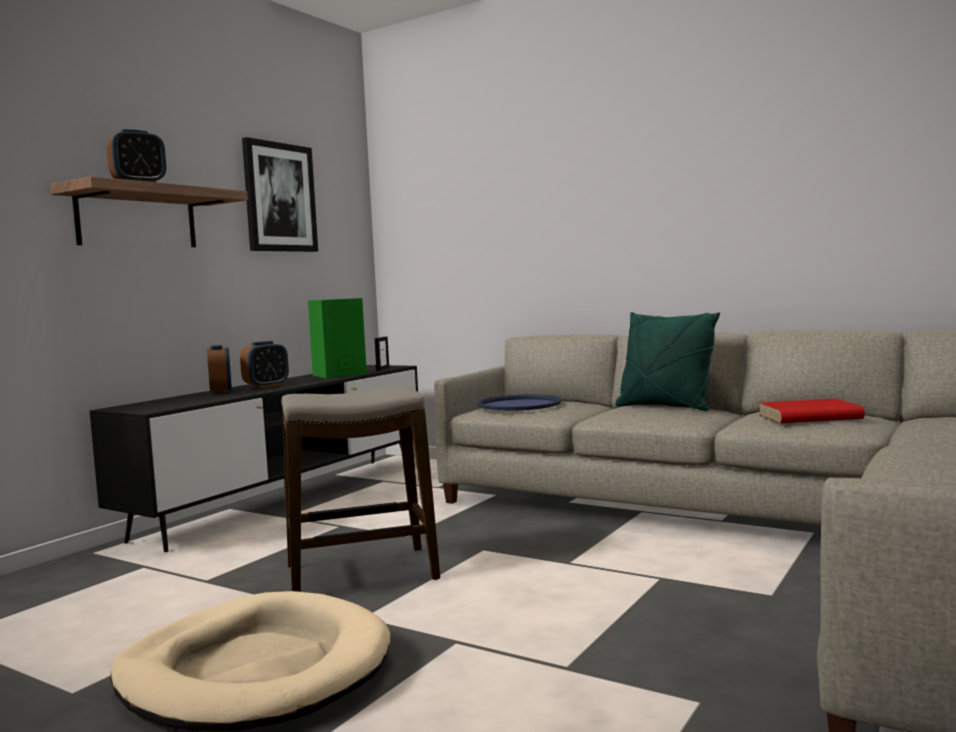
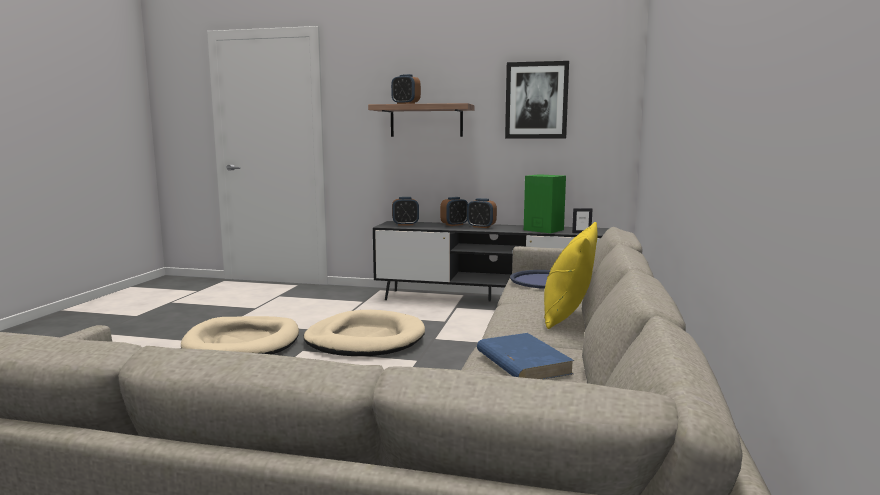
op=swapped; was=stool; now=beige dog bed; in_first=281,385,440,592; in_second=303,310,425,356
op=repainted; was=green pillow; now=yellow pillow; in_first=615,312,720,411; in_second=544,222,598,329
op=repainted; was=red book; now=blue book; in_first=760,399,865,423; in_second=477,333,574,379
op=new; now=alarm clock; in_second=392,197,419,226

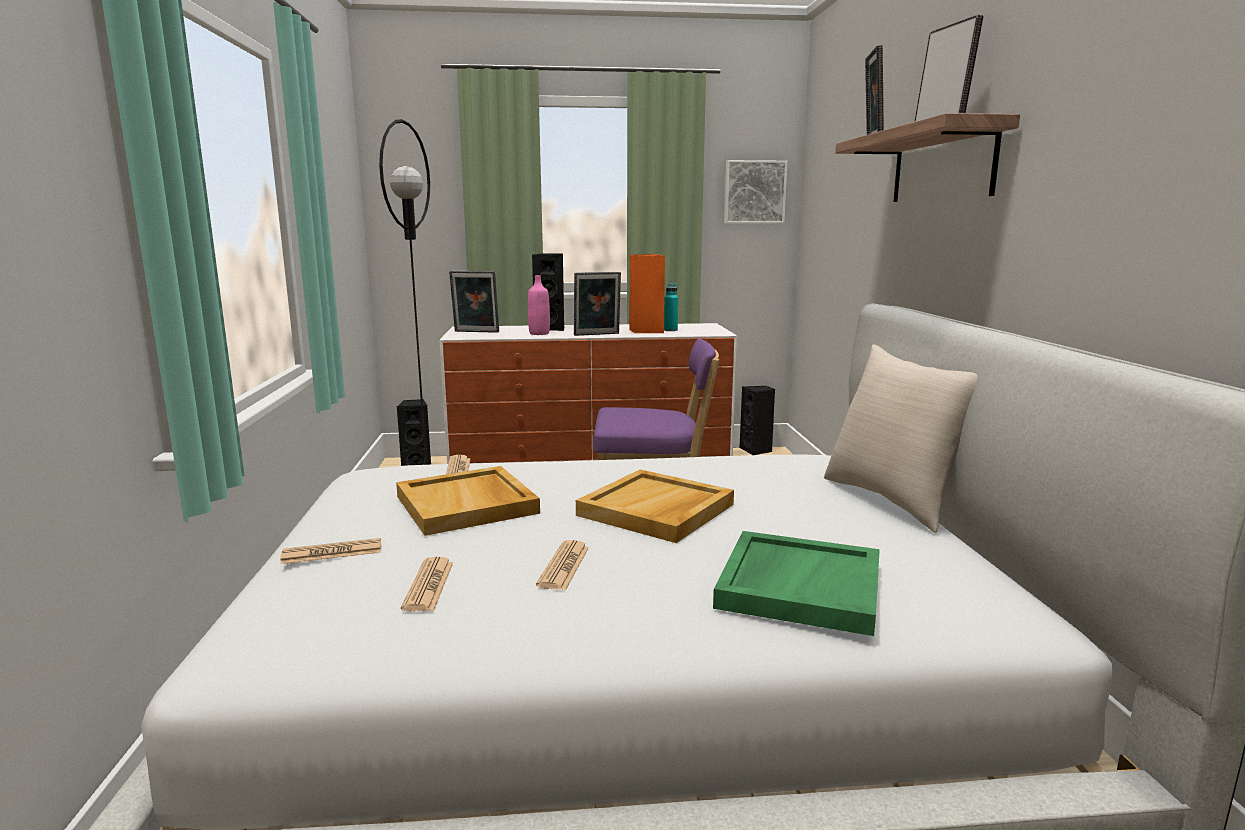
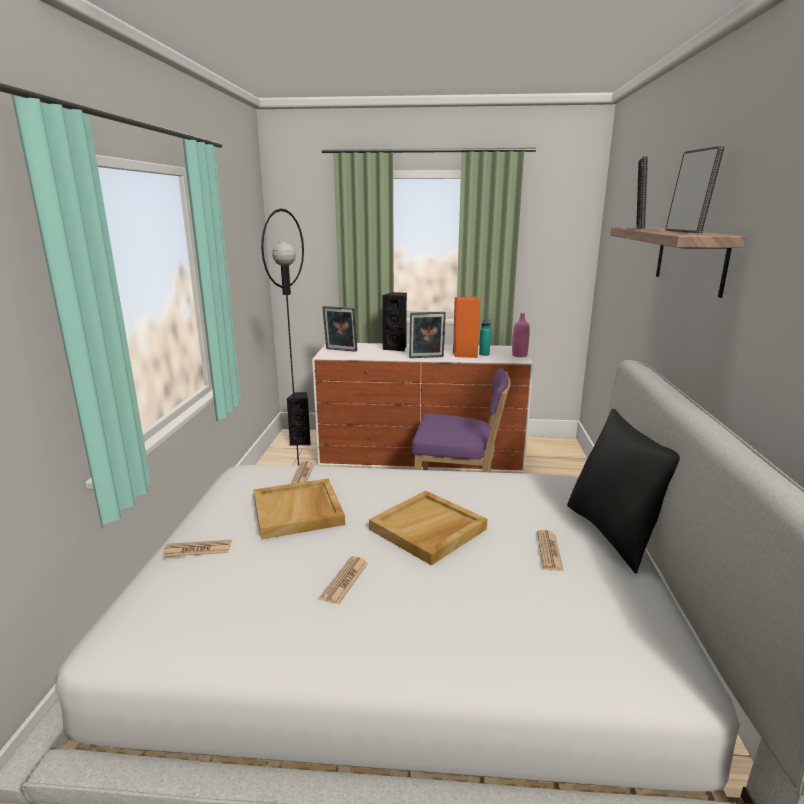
op=shifted; was=newspaper; in_first=401,557,453,612; in_second=537,530,564,571
op=shifted; was=pink bottle; in_first=528,275,550,335; in_second=512,313,530,357
op=gone; was=green tray; in_first=713,531,880,636
op=gone; was=picture; in_first=724,160,788,224
op=gone; was=black speaker; in_first=739,386,775,455
op=repainted; was=beige pillow; now=black pillow; in_first=824,344,977,533; in_second=567,409,680,574

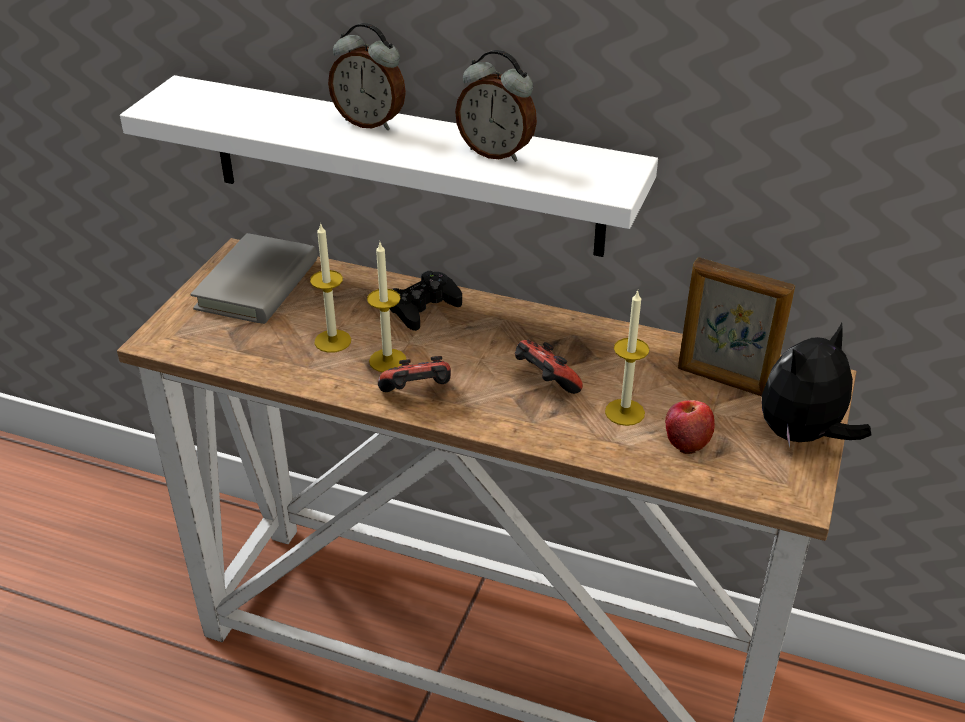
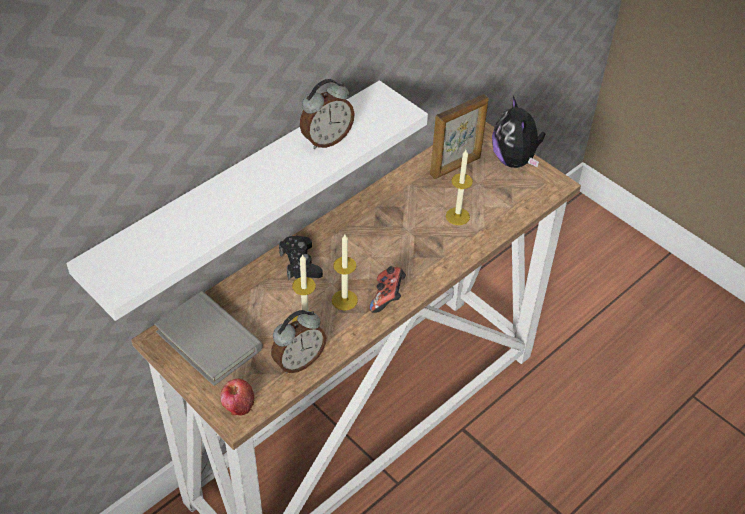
op=shifted; was=alarm clock; in_first=328,23,406,130; in_second=271,310,326,374
op=gone; was=game controller; in_first=515,340,583,394
op=shifted; was=apple; in_first=665,400,715,454; in_second=220,379,254,415

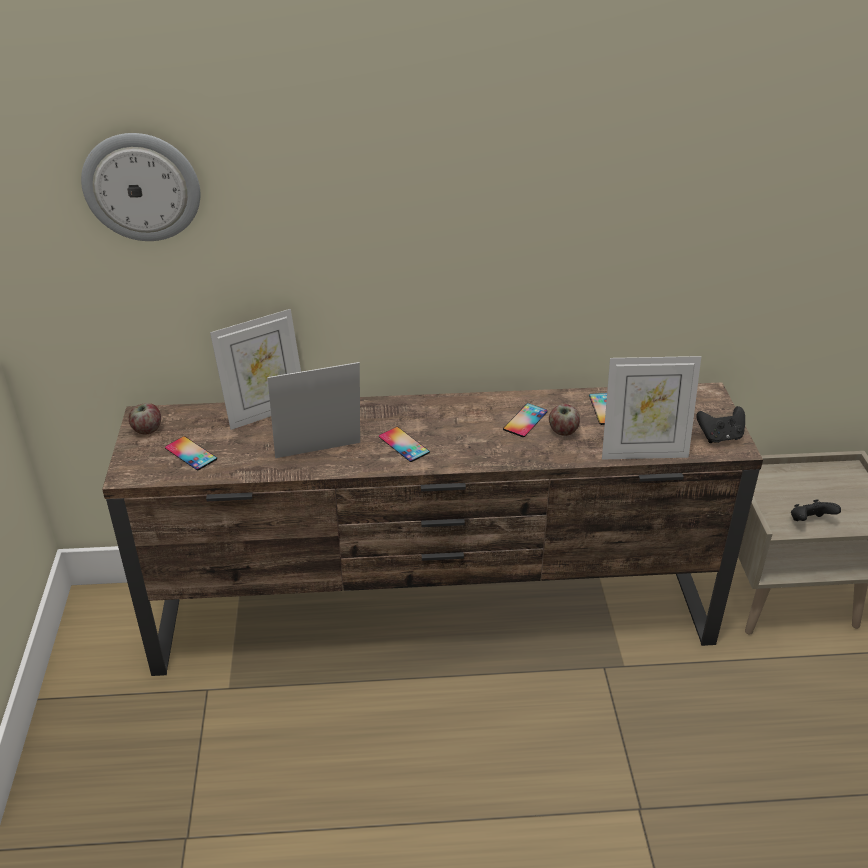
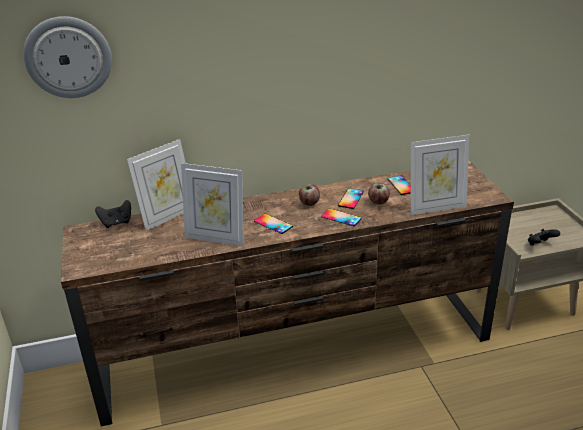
op=shifted; was=apple; in_first=129,403,161,434; in_second=299,184,320,206
op=shifted; was=phone; in_first=165,436,217,470; in_second=321,208,362,226
op=rotated; was=picture frame; in_first=268,362,360,458; in_second=181,163,243,246; clockwise=-135
op=shifted; was=black game controller; in_first=696,406,745,443; in_second=95,200,131,228

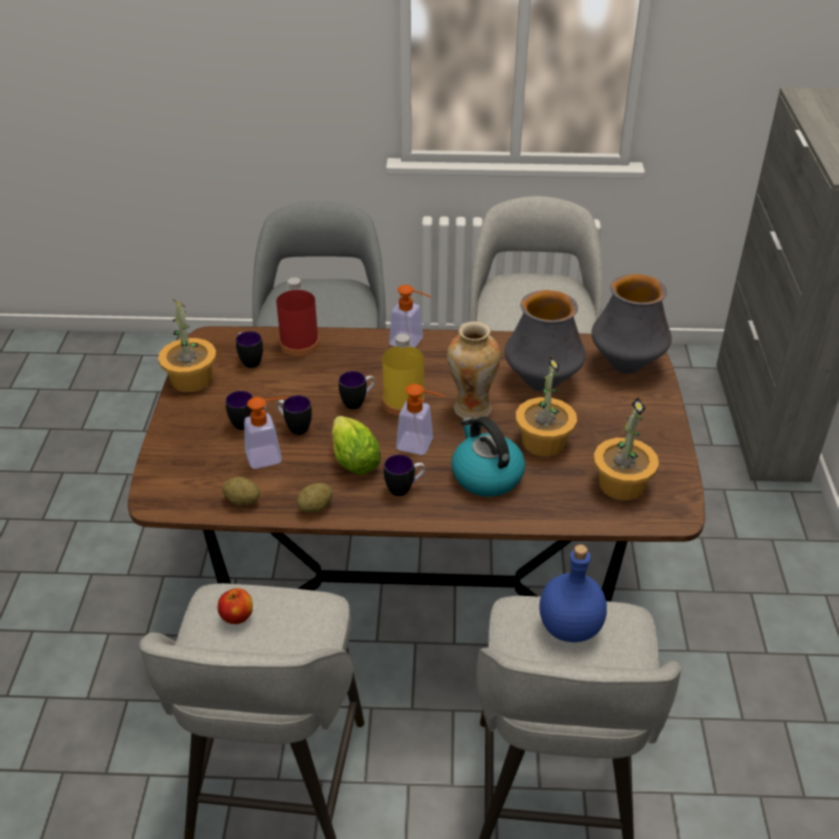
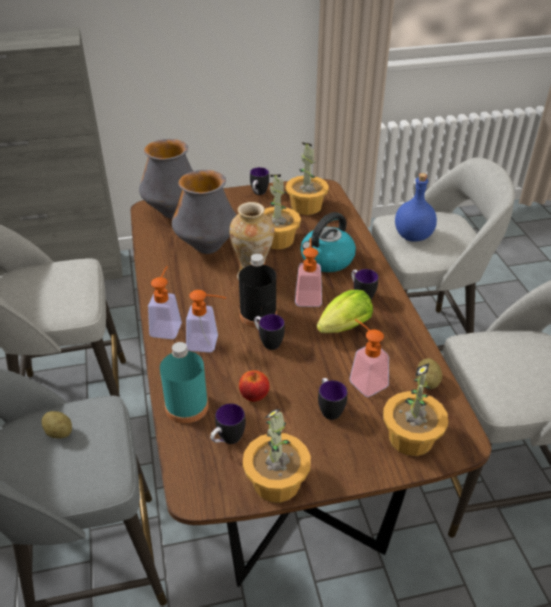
op=shifted; was=apple; in_first=218,588,253,624; in_second=239,370,269,402
op=repainted; was=red bottle; now=turquoise bottle; in_first=276,277,319,356; in_second=160,342,209,424
op=shifted; was=mug; in_first=277,395,312,435; in_second=250,167,269,195
op=shifted; was=potato; in_first=297,483,333,513; in_second=42,411,72,438
op=repainted; was=yellow bottle; now=black bottle; in_first=382,334,424,416; in_second=239,254,277,328
op=new; now=soap dispenser; in_second=186,290,226,352
op=new; now=potted plant; in_second=383,363,448,456

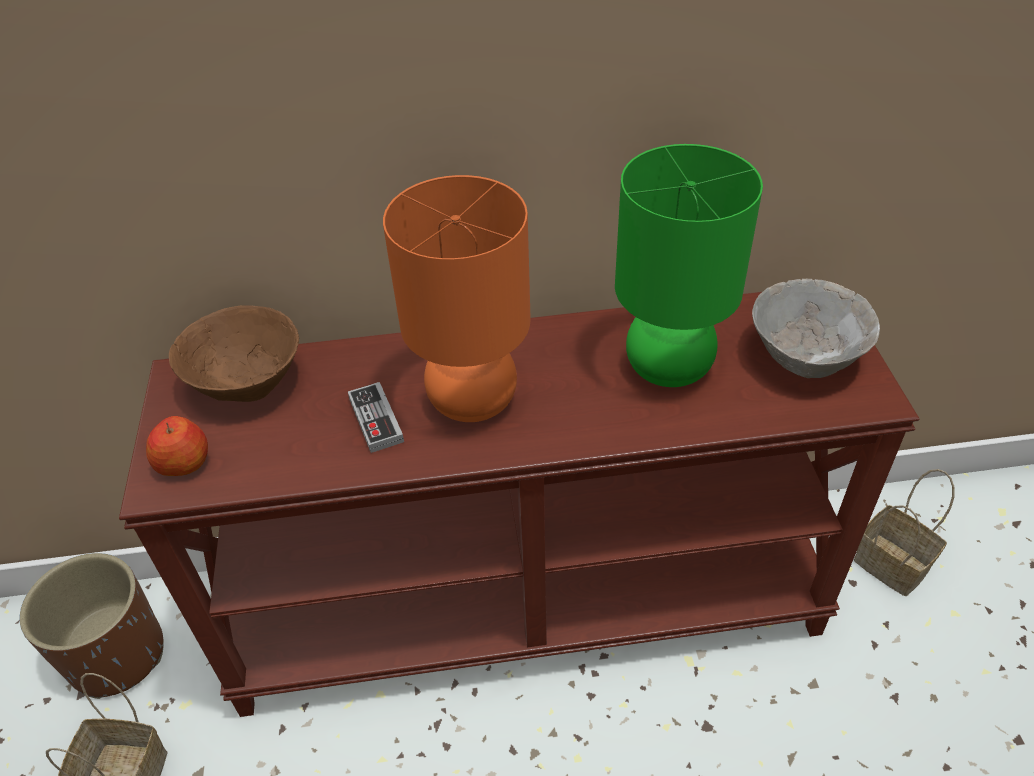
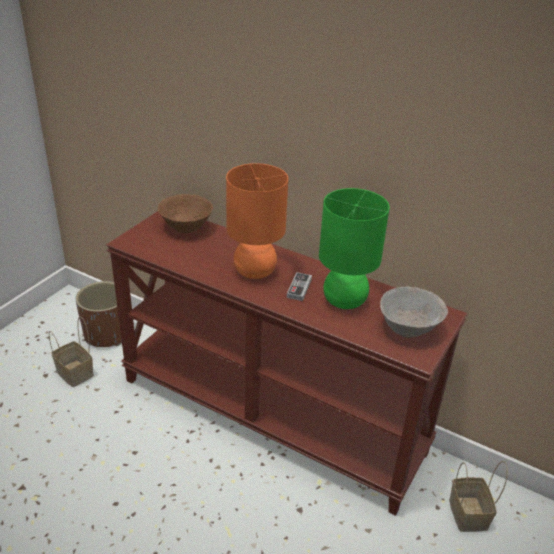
op=gone; was=apple; in_first=146,416,208,476
op=shifted; was=game controller; in_first=348,382,404,453; in_second=287,272,312,301

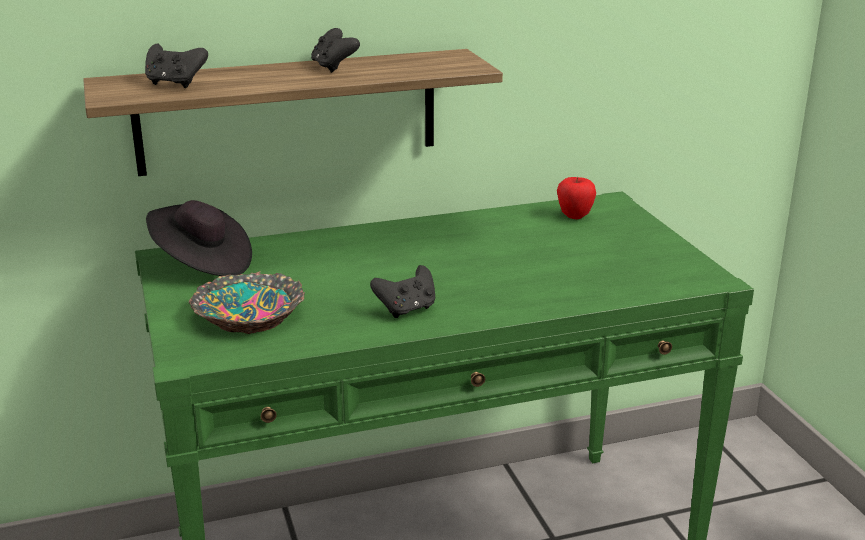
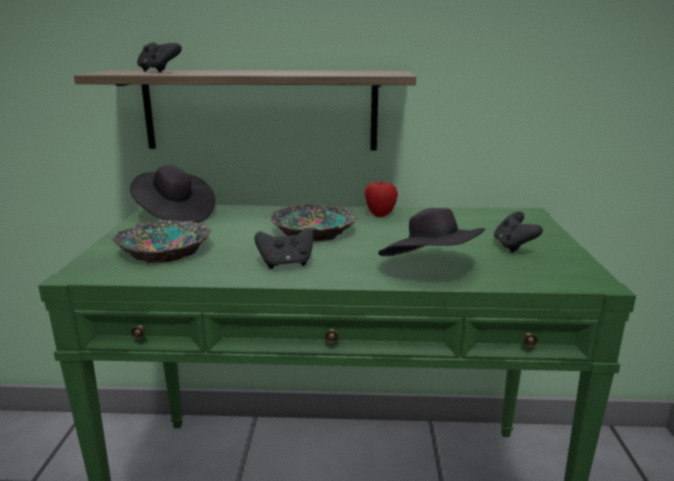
op=shifted; was=black game controller; in_first=311,28,360,73; in_second=494,212,543,253
op=shifted; was=apple; in_first=557,177,596,219; in_second=364,180,398,217
op=new; now=bowl; in_second=271,204,358,241
op=new; now=black hat; in_second=378,208,486,256

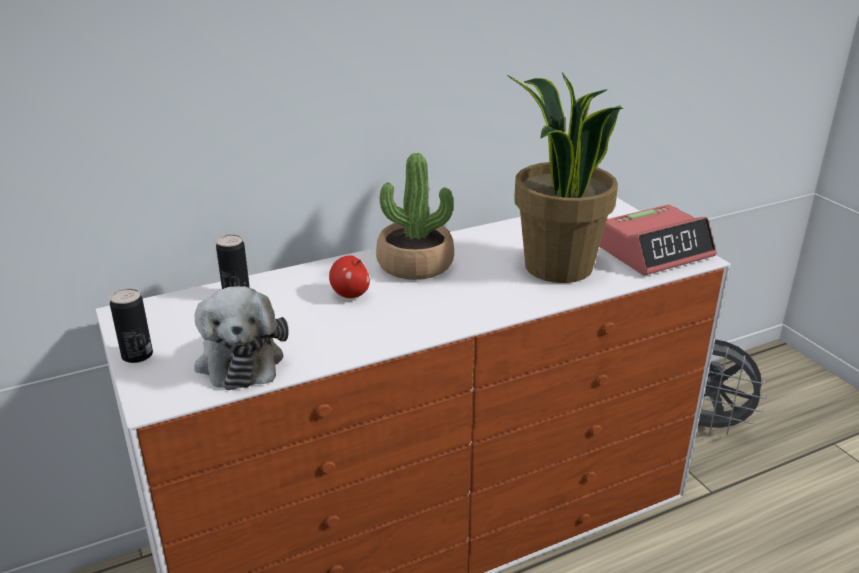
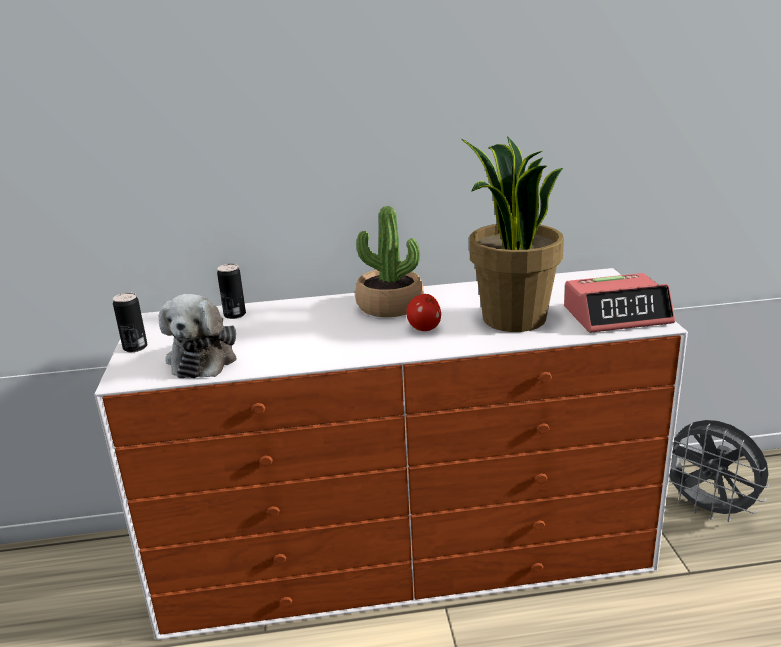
op=shifted; was=apple; in_first=329,255,370,298; in_second=406,294,441,331

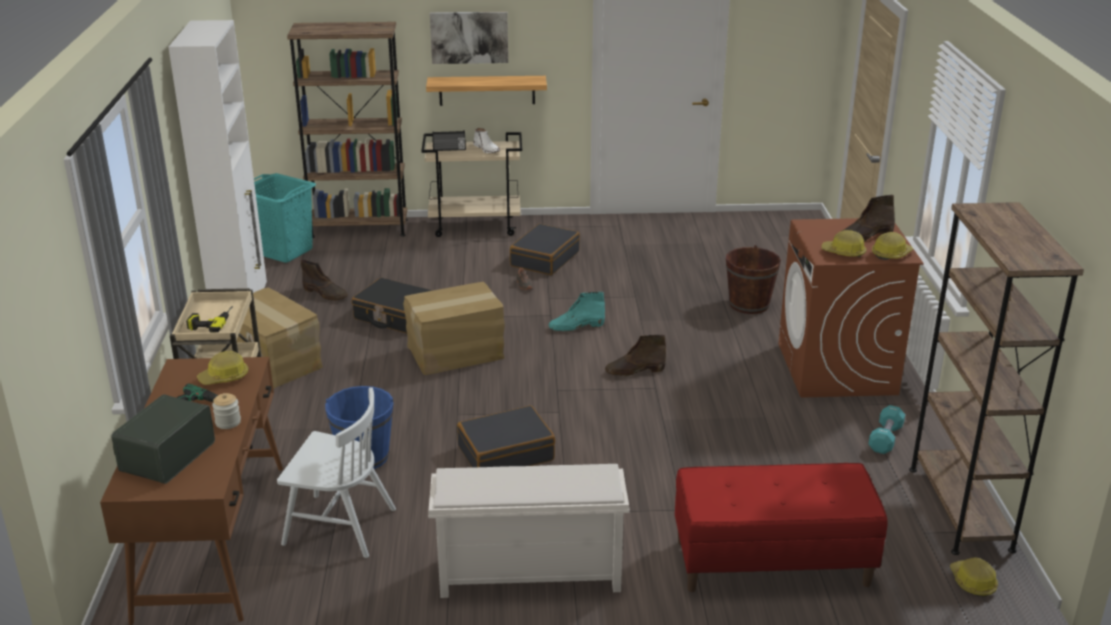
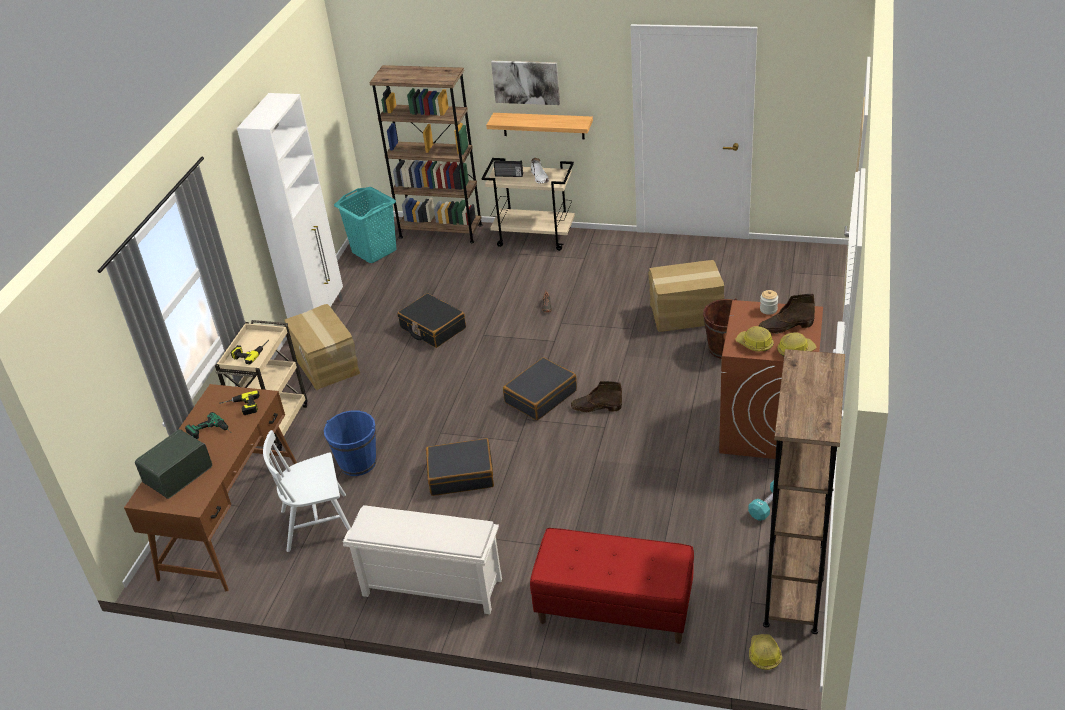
op=swapped; was=hard hat; now=power drill; in_first=197,351,249,385; in_second=219,390,260,415
op=shifted; was=jar; in_first=212,393,241,429; in_second=760,290,778,315
op=rotated; was=white chair; in_first=277,387,396,558; in_second=263,430,351,552; clockwise=135
op=gone; was=brown boot; in_first=301,259,348,301
op=shifted; was=cardboard box; in_first=403,282,505,375; in_second=648,260,725,332
op=shifted; was=black suitcase; in_first=510,224,580,275; in_second=503,357,577,420
op=gone; was=turquoise boot; in_first=549,292,605,332

